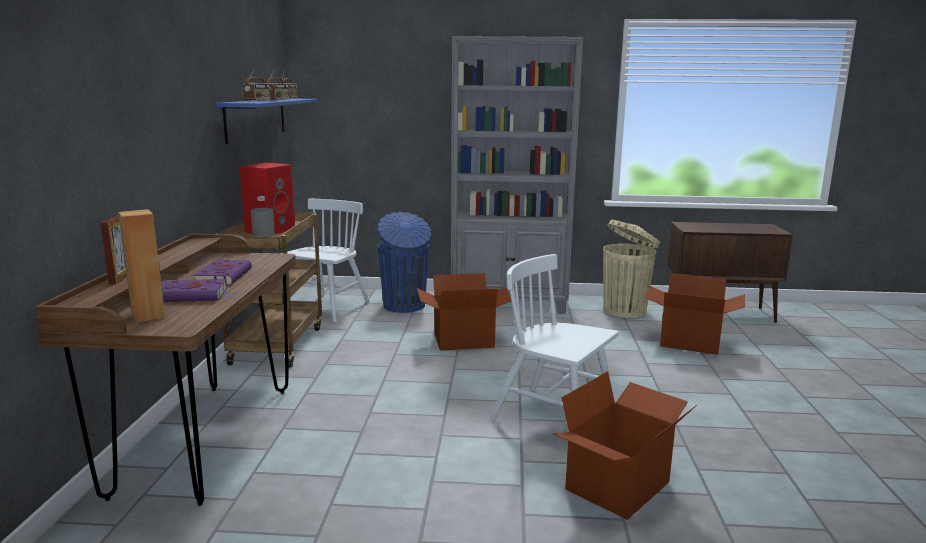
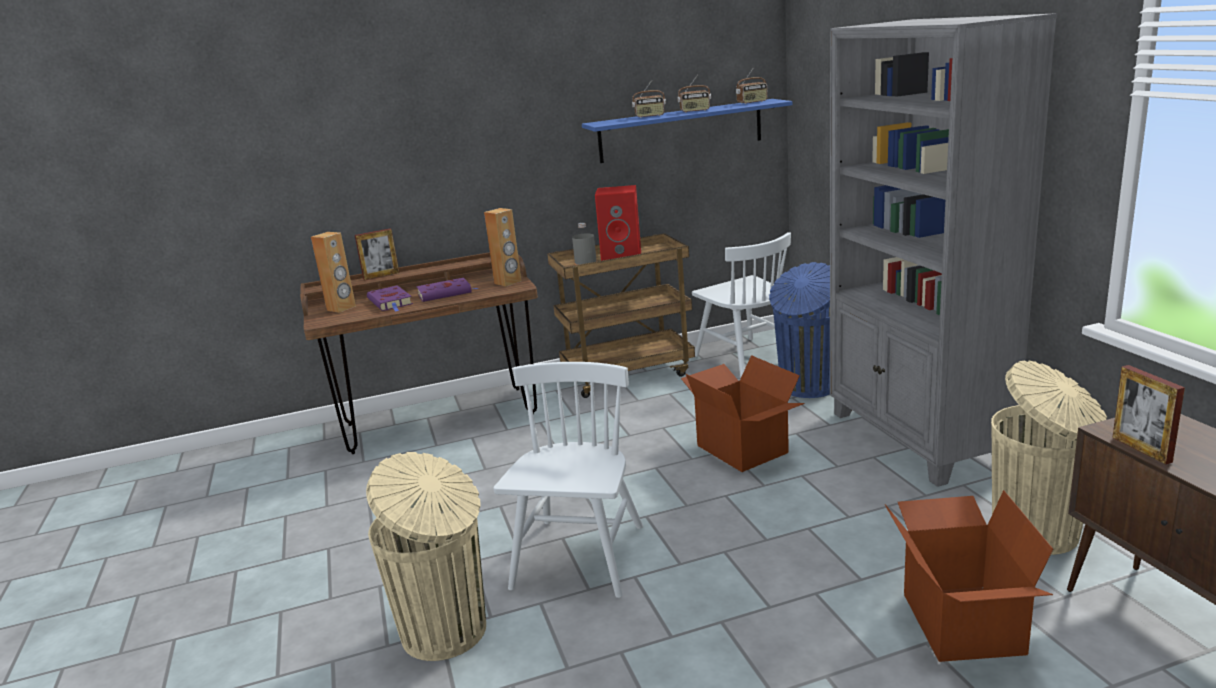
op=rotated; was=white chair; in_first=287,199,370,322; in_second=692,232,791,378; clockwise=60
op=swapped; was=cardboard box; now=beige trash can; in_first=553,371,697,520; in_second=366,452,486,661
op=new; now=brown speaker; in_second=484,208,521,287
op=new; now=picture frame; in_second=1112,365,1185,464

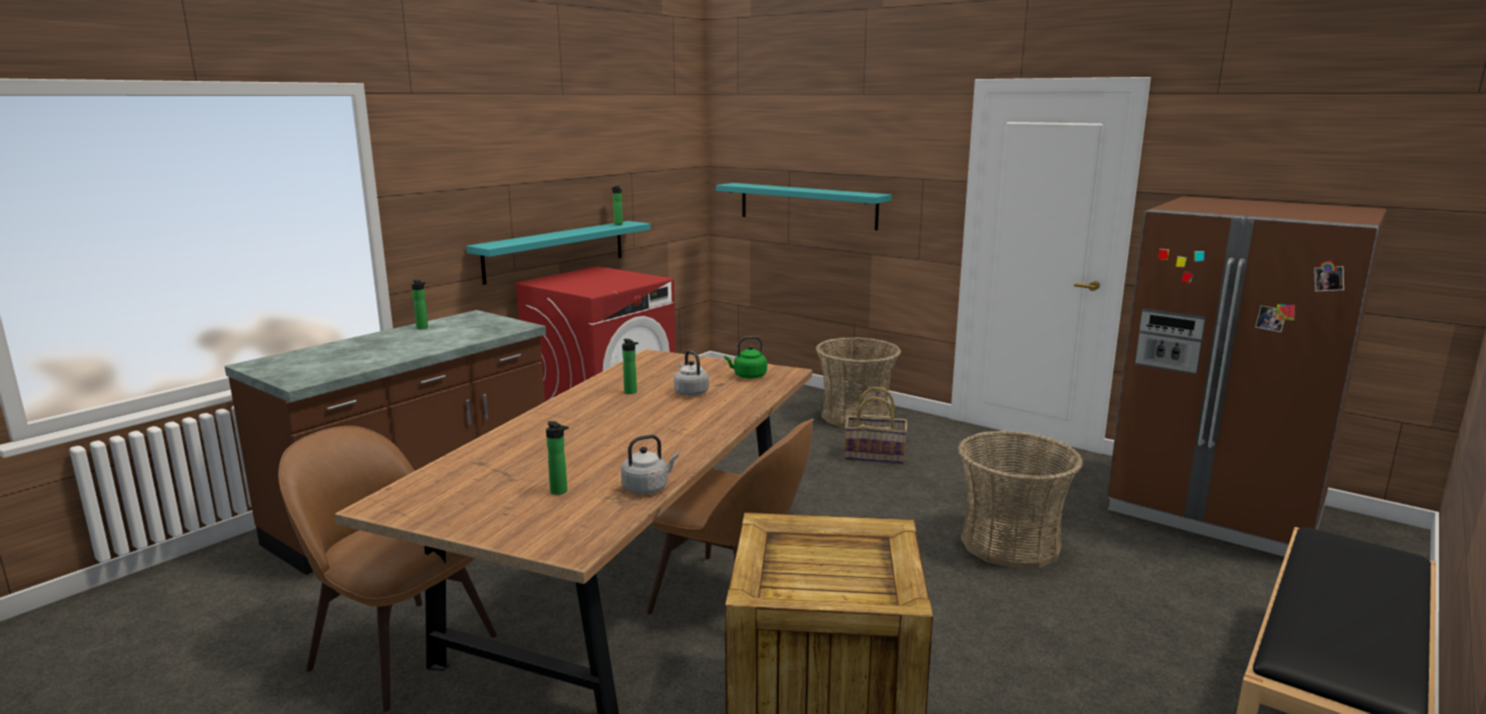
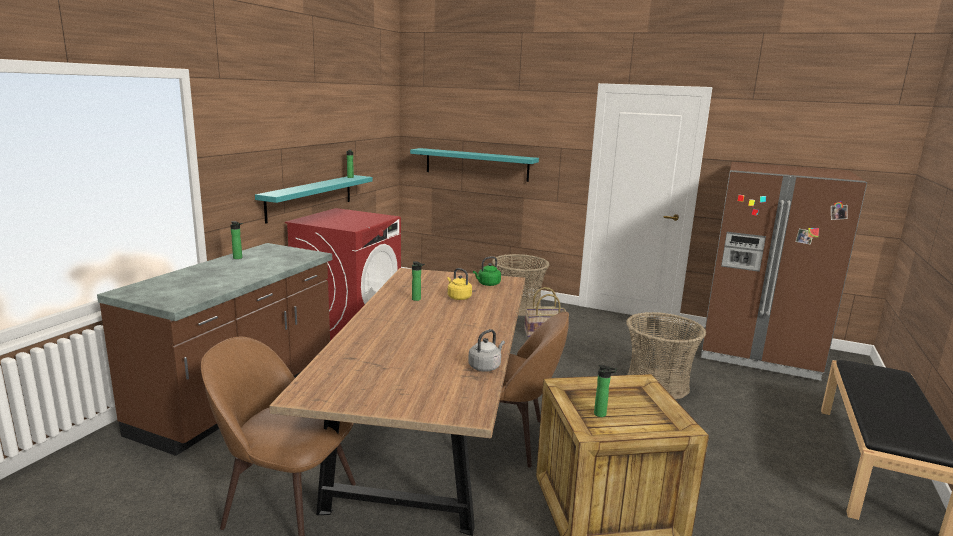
op=shifted; was=bottle; in_first=546,421,569,495; in_second=594,365,617,417
op=repainted; was=grey kettle; now=yellow kettle; in_first=674,350,709,396; in_second=447,268,472,300

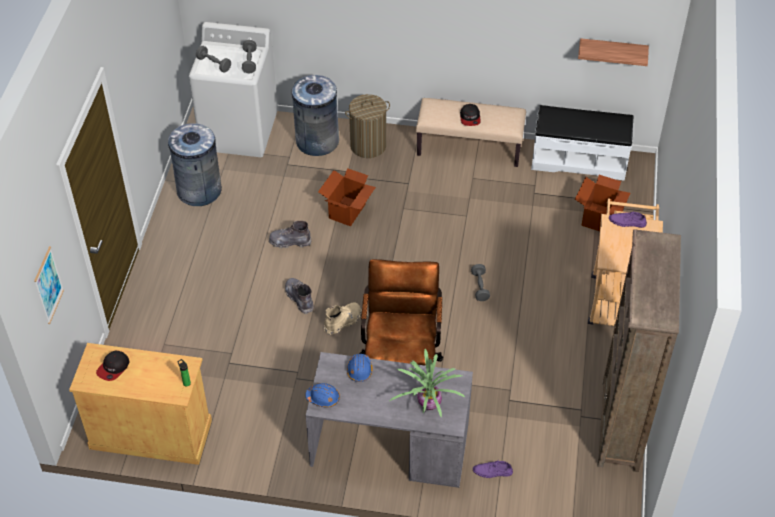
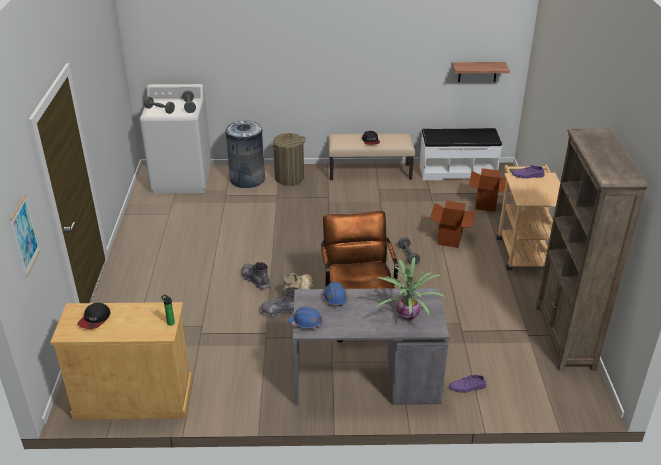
op=gone; was=grey trash can; in_first=168,123,222,206
op=shifted; was=grey boot; in_first=269,221,311,249; in_second=261,287,298,318
op=shifted; was=cardboard box; in_first=318,168,376,226; in_second=430,200,476,248

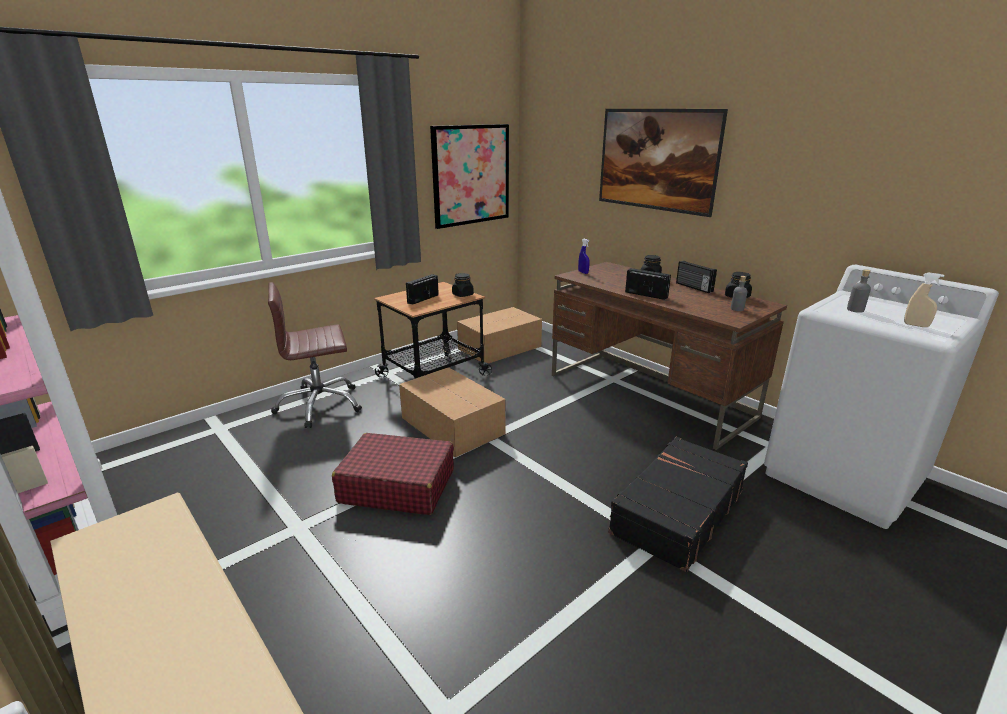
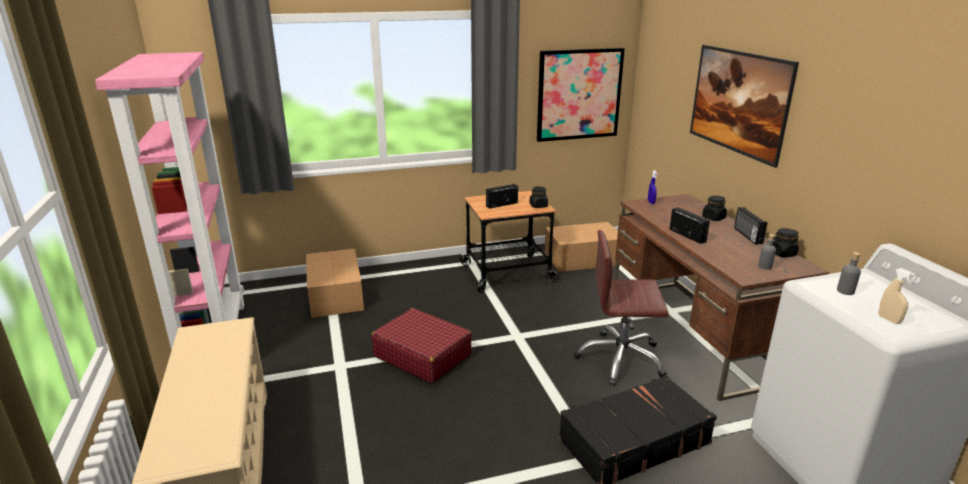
op=shifted; was=brown office chair; in_first=268,282,362,428; in_second=574,230,669,386
op=shifted; was=cardboard box; in_first=399,367,506,458; in_second=306,249,364,318

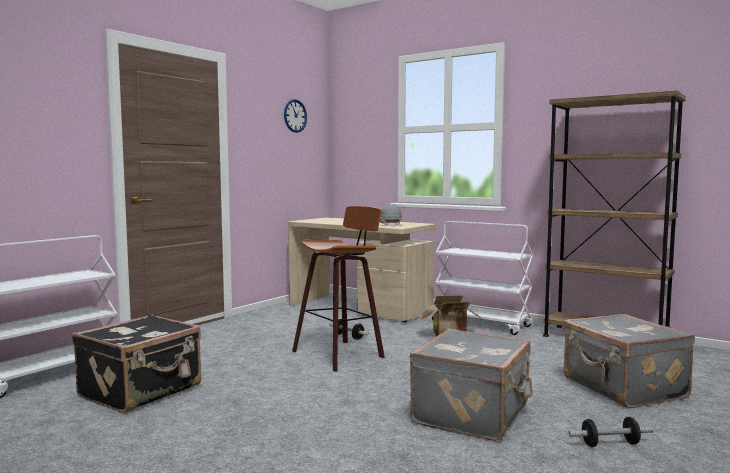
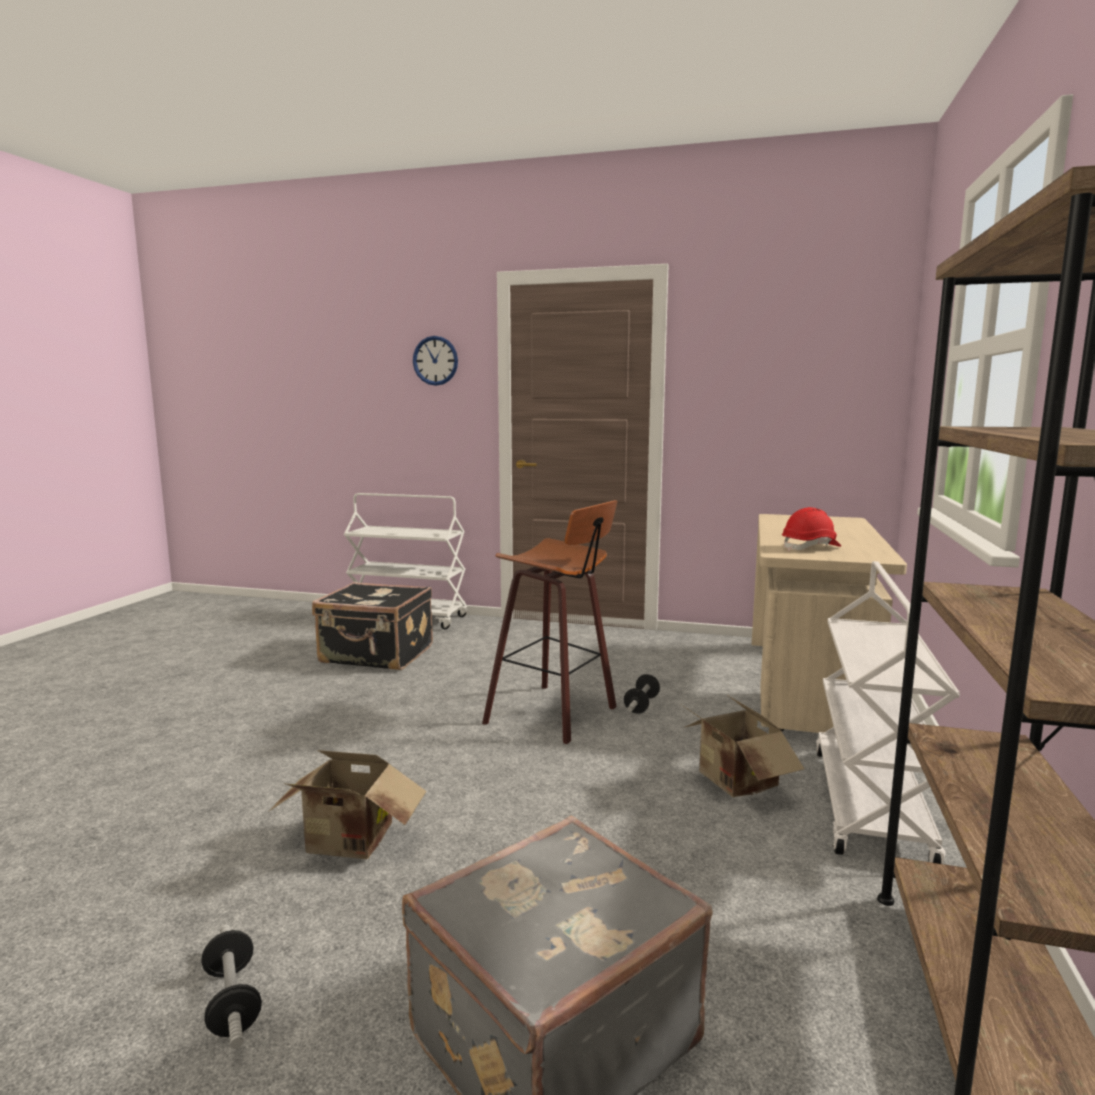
op=shifted; was=wall clock; in_first=284,99,307,133; in_second=413,336,458,386
op=repainted; was=grey hard hat; now=red hard hat; in_first=380,204,403,227; in_second=782,507,841,551
op=swapped; was=grey suitcase; now=cardboard box; in_first=410,328,533,441; in_second=268,750,426,859

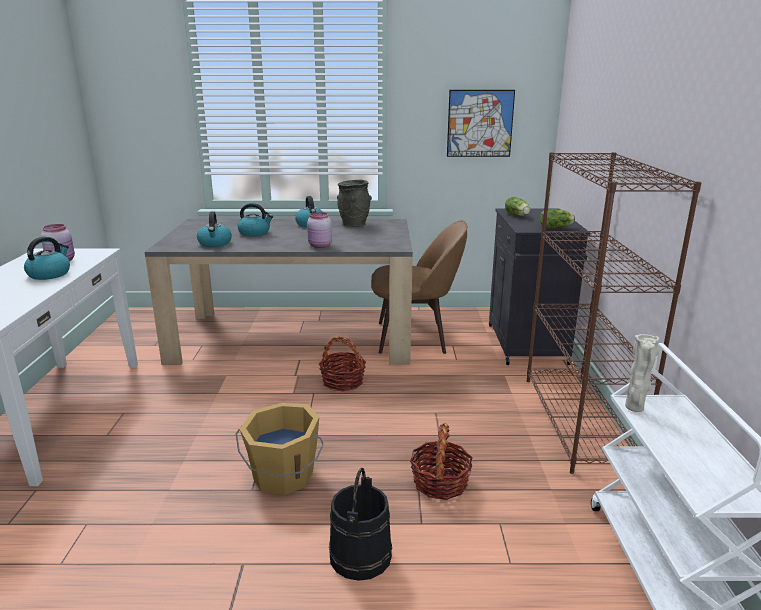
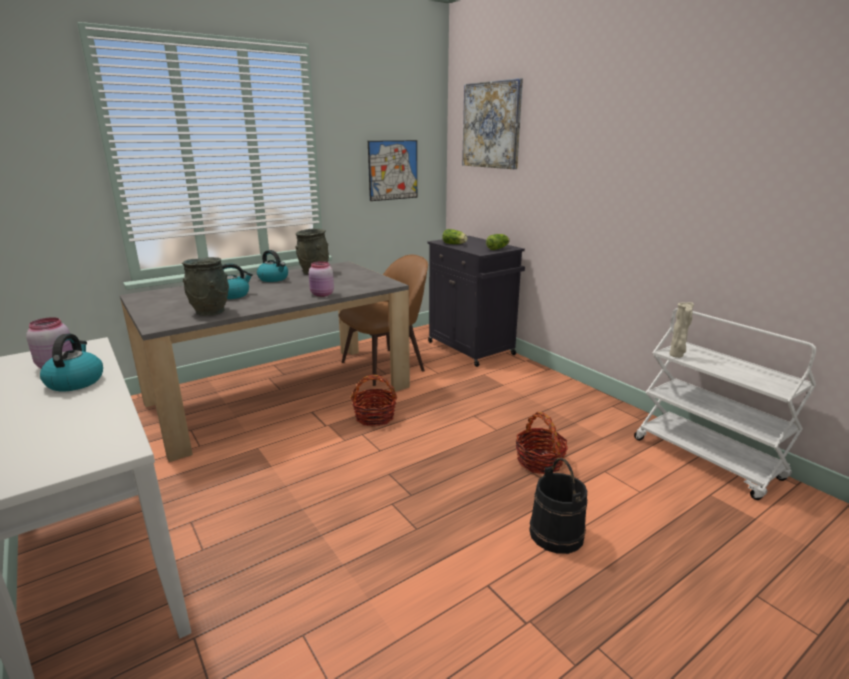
op=swapped; was=kettle; now=grey vase; in_first=197,212,232,247; in_second=182,257,229,316
op=gone; was=orange bucket; in_first=236,403,324,495
op=gone; was=brown bookcase; in_first=527,152,701,474
op=new; now=picture; in_second=462,78,523,169

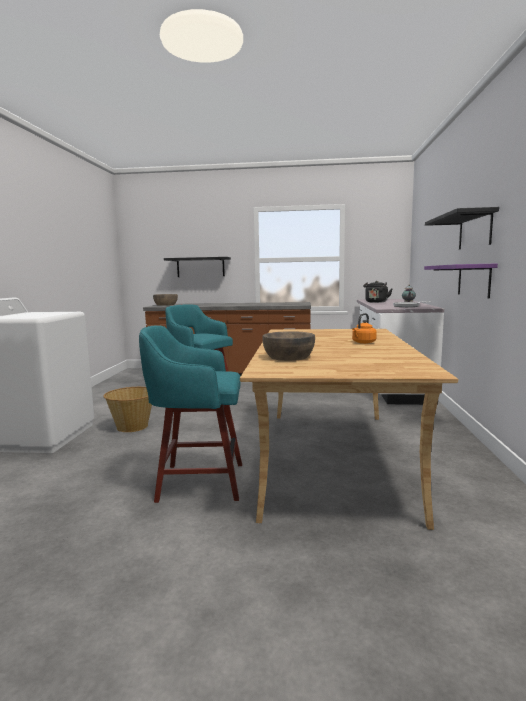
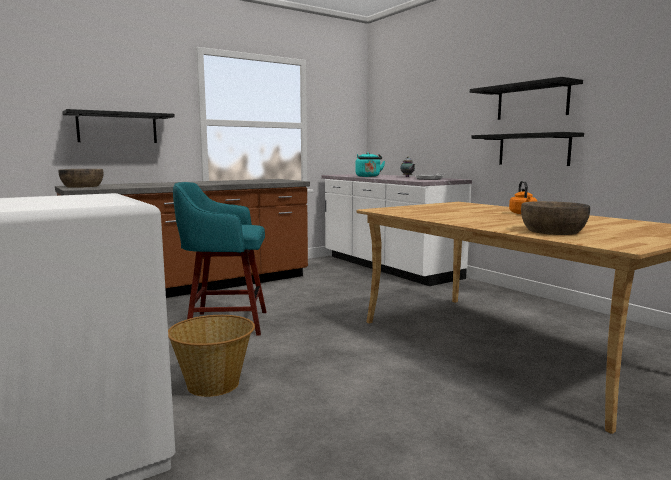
op=gone; was=turquoise stool; in_first=139,326,242,503
op=repainted; was=black kettle; now=turquoise kettle; in_first=363,281,393,303; in_second=355,152,385,177
op=repainted; was=purple shelf; now=black shelf; in_first=424,263,498,299; in_second=471,132,584,166

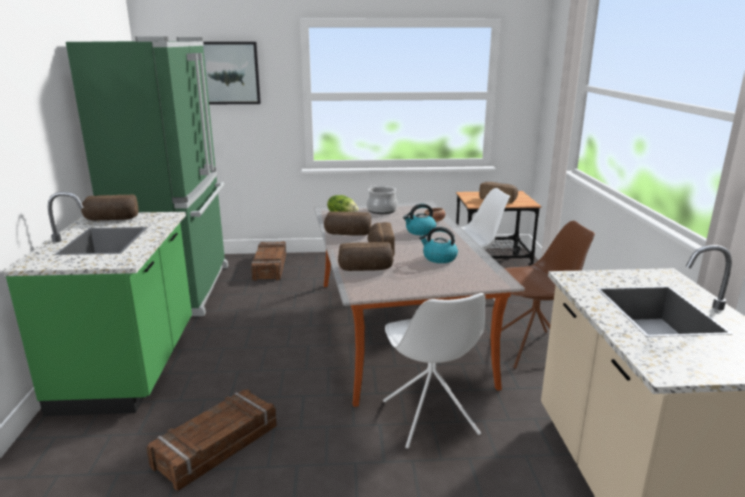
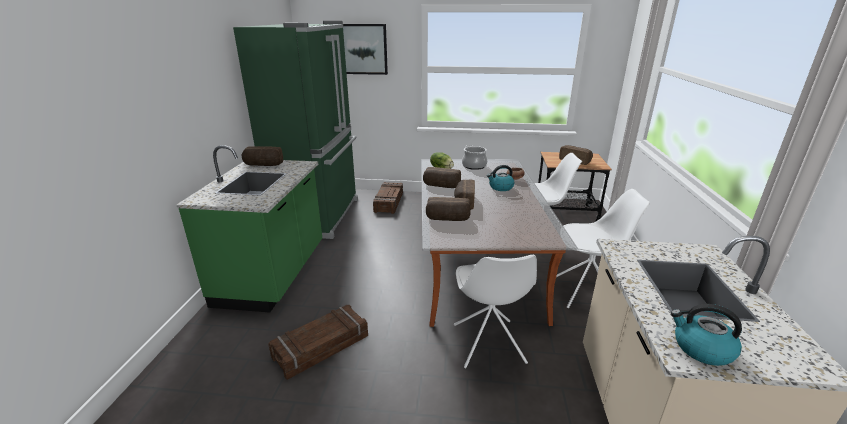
op=shifted; was=kettle; in_first=419,227,458,263; in_second=671,304,742,366
op=repainted; was=brown chair; now=white chair; in_first=501,221,595,369; in_second=556,189,650,308

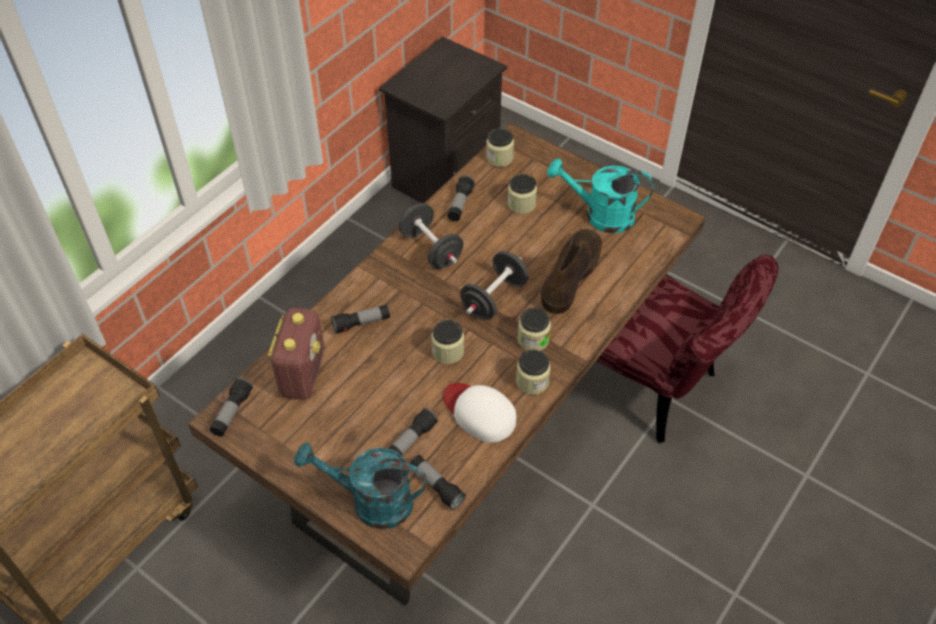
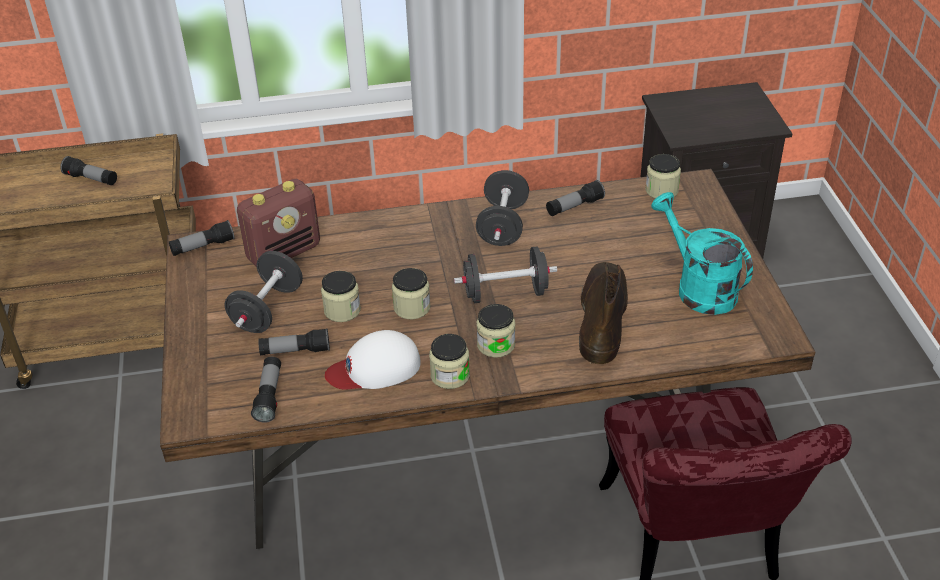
op=gone; was=turquoise watering can; in_first=294,442,427,529
op=shifted; was=flashlight; in_first=331,304,390,334; in_second=60,156,117,185
op=rotated; was=white cap; in_first=443,383,516,442; in_second=325,330,421,390; clockwise=-105
op=shifted; was=jar; in_first=508,174,537,214; in_second=321,271,361,322
op=rotated; was=brown boot; in_first=541,229,602,314; in_second=579,262,628,364; clockwise=-60
op=new; now=black dumbbell; in_second=224,251,303,333

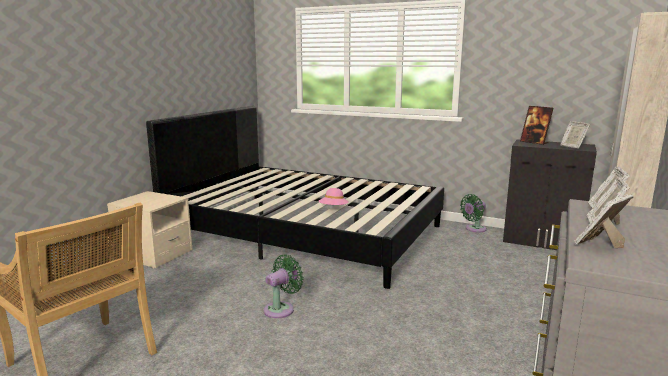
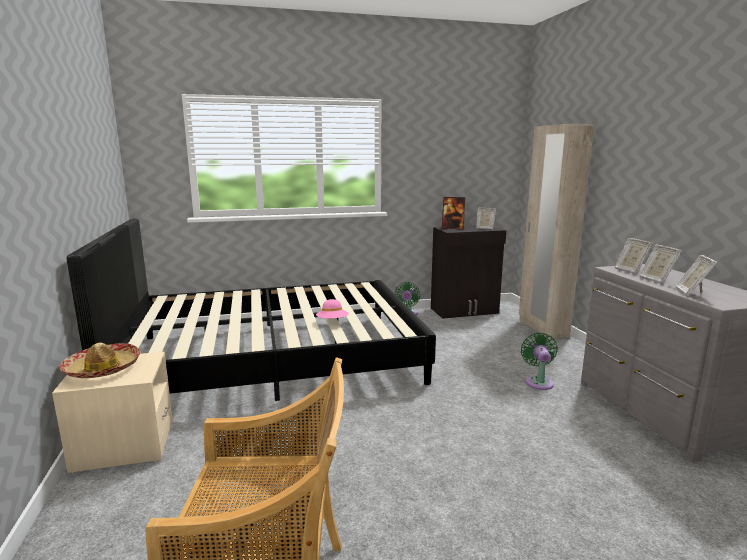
op=shifted; was=green fan; in_first=264,254,304,318; in_second=521,333,558,390
op=new; now=hat; in_second=59,343,141,378

